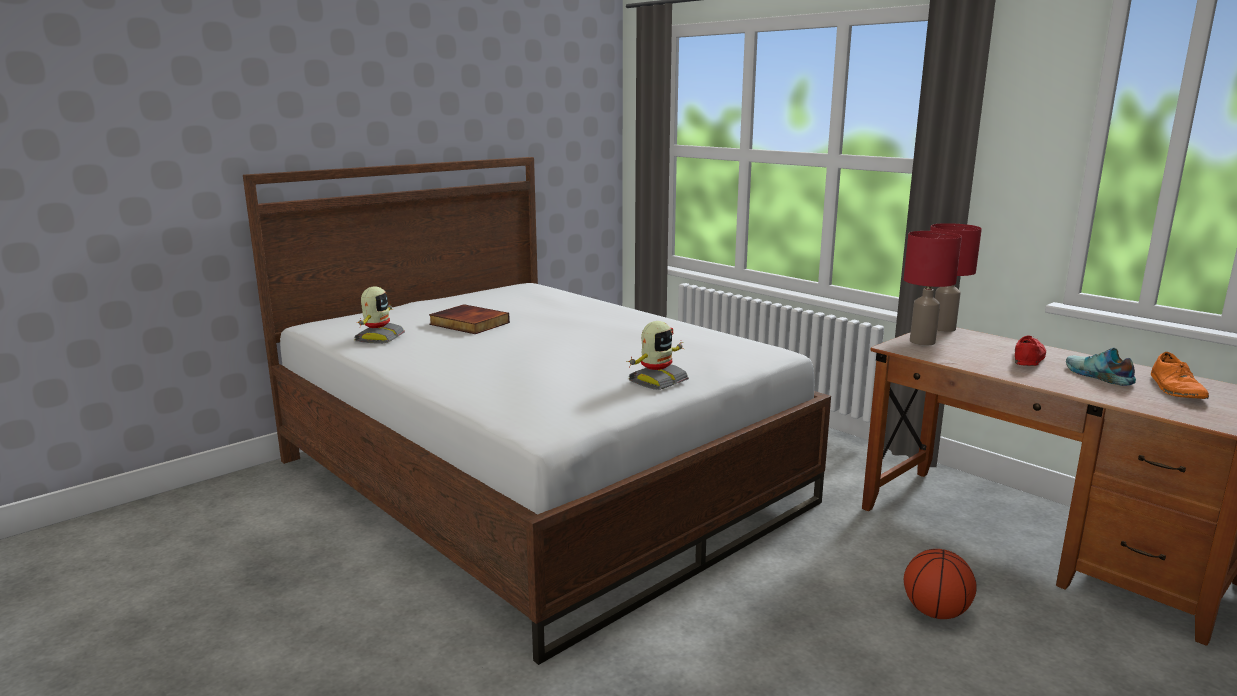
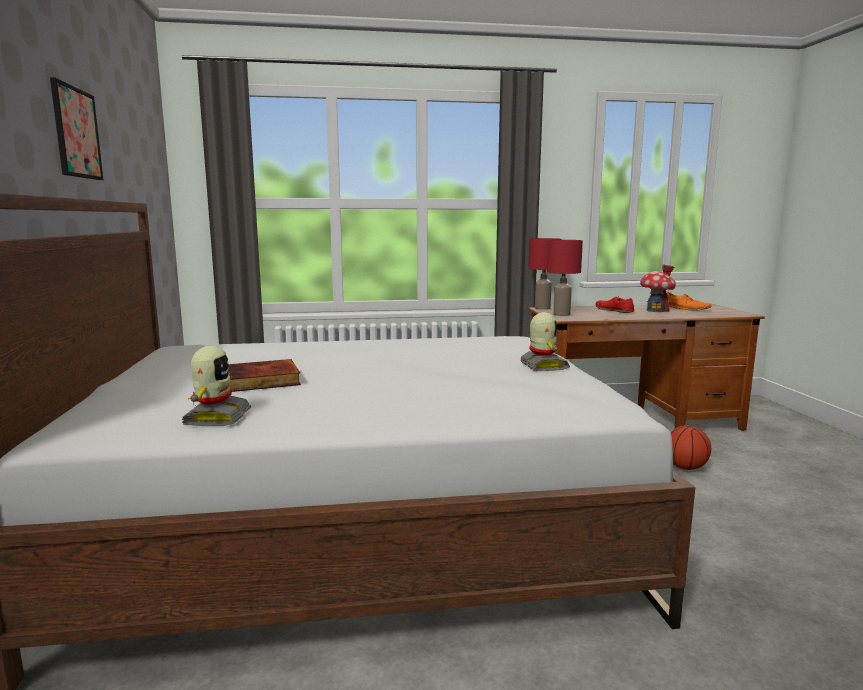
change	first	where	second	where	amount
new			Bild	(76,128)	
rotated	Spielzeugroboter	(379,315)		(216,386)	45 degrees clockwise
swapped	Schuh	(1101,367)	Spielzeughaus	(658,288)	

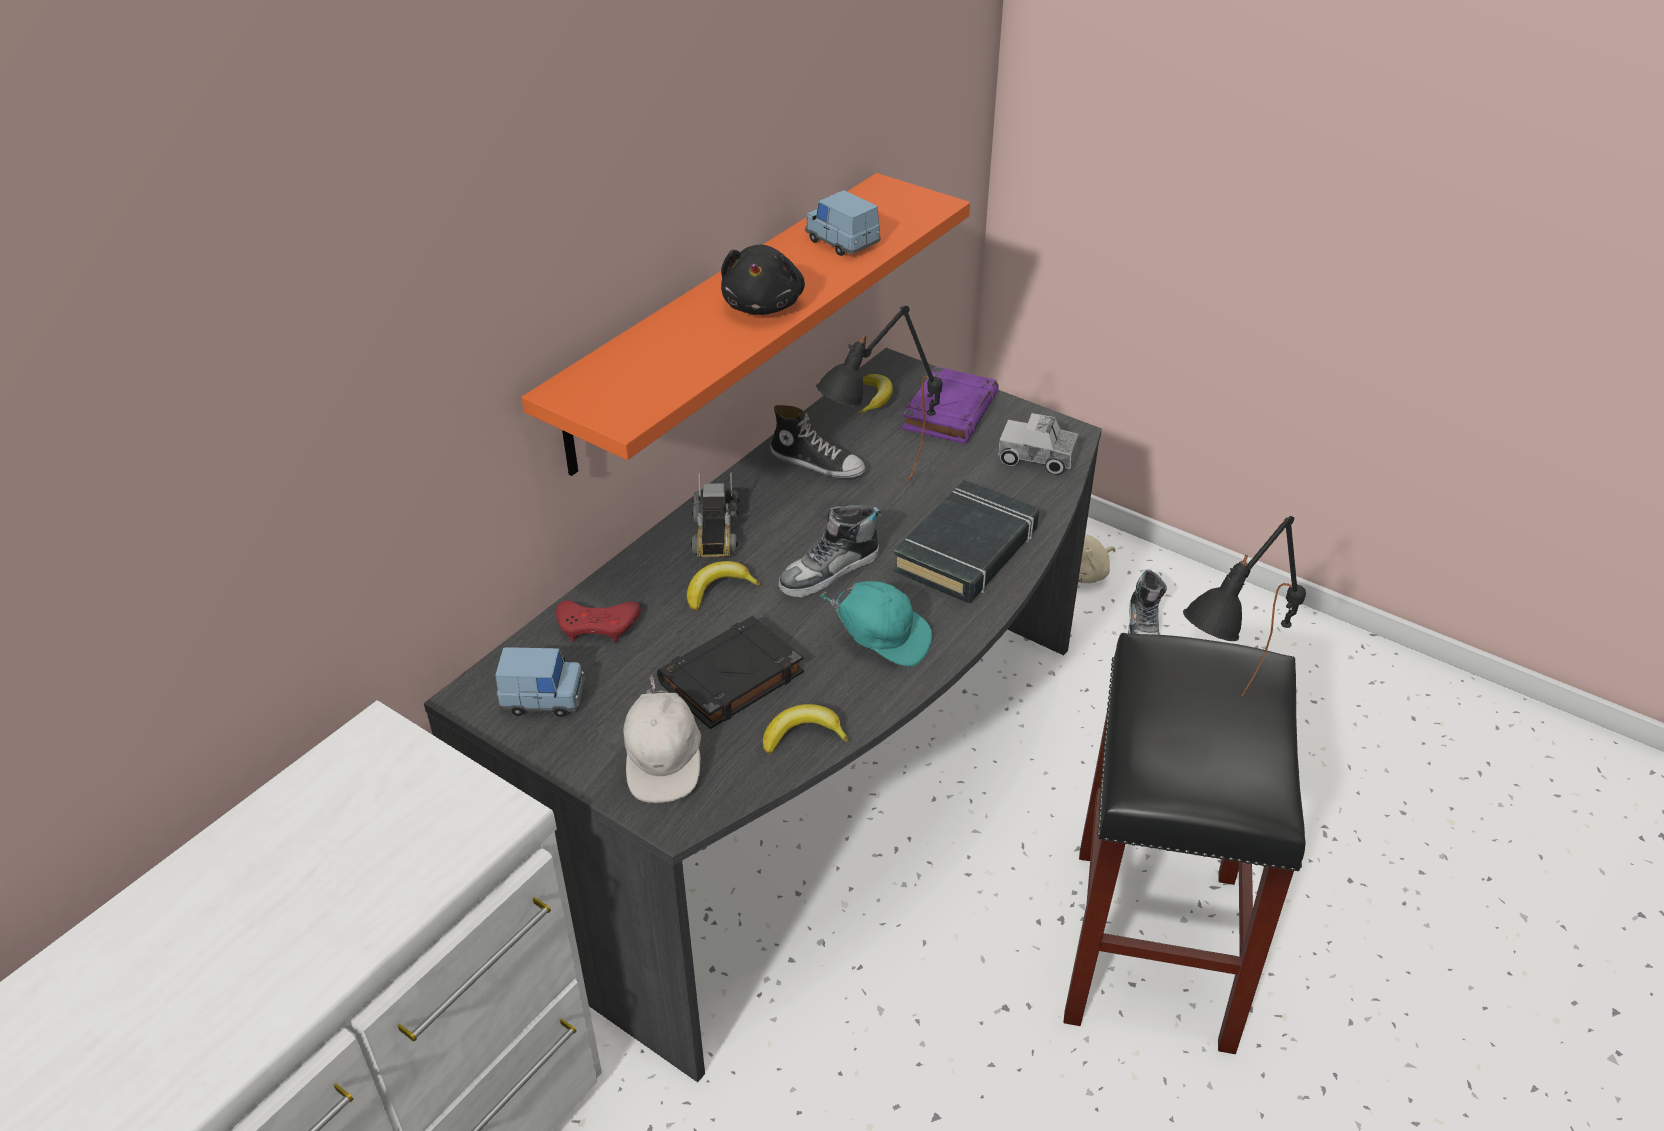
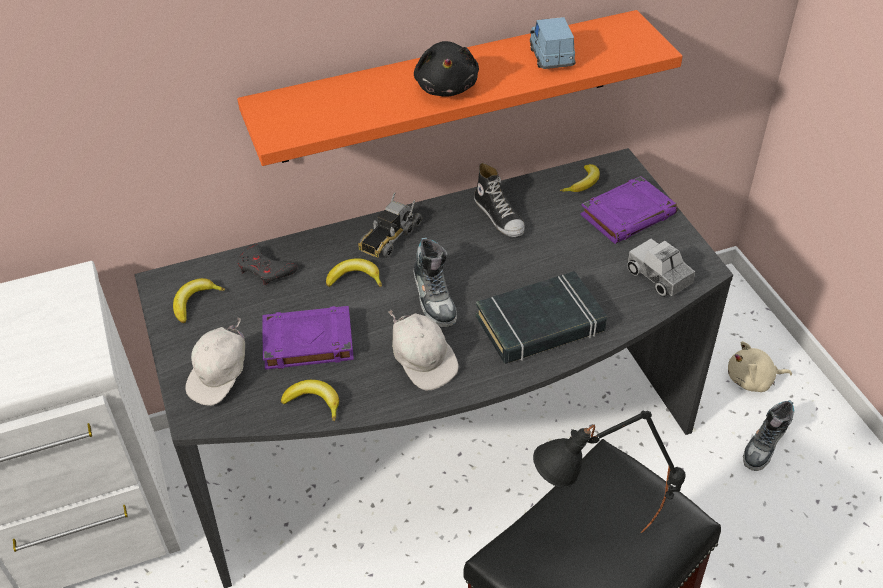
change	first	where	second	where	amount
swapped	Spielzeugauto (blau)	(540,682)	Banane	(199,300)	
repainted	Gamepad (rot)	(598,621)	Gamepad (grau)	(267,264)	
repainted	Buch (schwarz)	(730,672)	Buch (lila)	(308,338)	
repainted	Kappe (türkis)	(876,623)	Kappe (weiß)	(423,350)	
rotated	Plüschtier (schwarz)	(763,280)		(446,69)	45 degrees counterclockwise
rotated	Schuh	(830,551)		(435,282)	105 degrees counterclockwise
gone	Tischlampe (schwarz)	(879,393)			

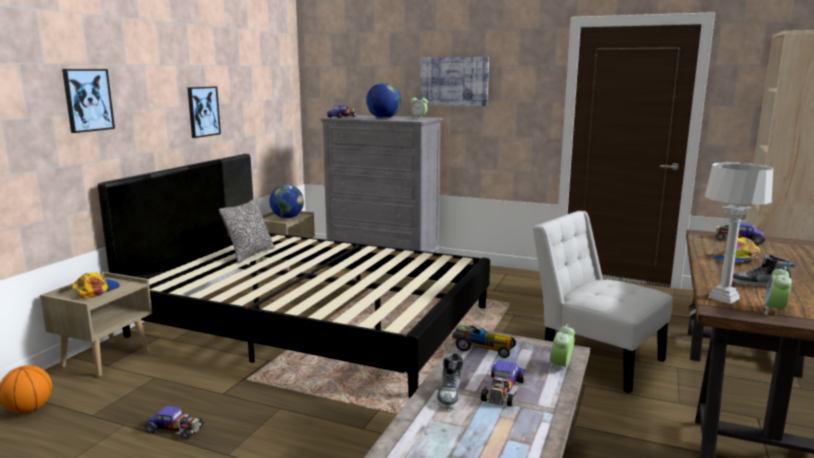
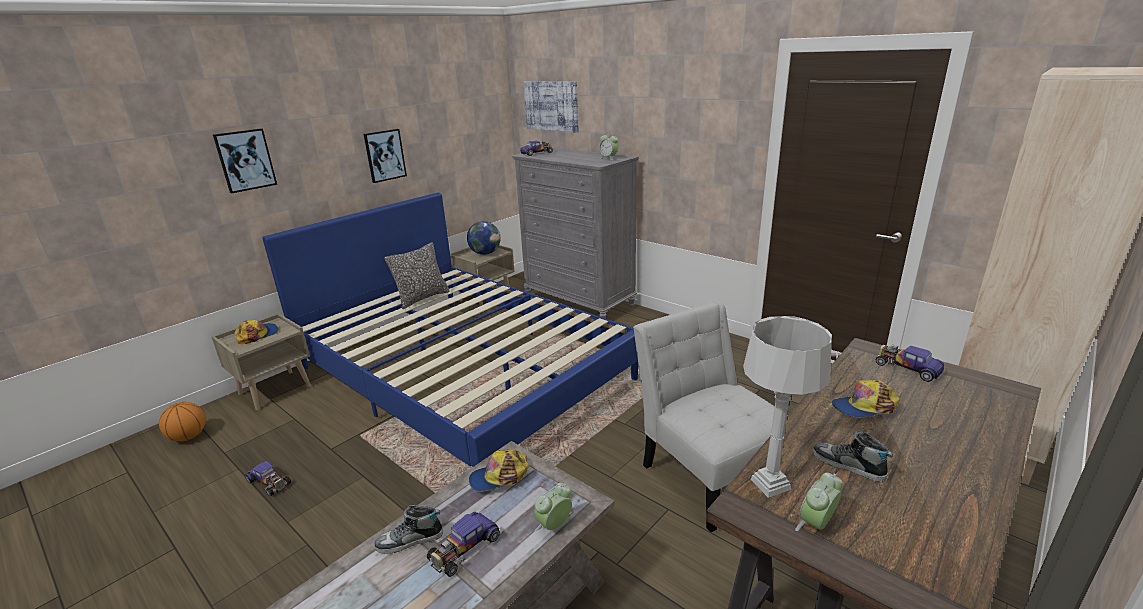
change	first	where	second	where	amount
repainted	Bett (schwarz)	(294,276)	Bett (blau)	(450,330)	
rotated	Schuh	(450,381)		(408,529)	45 degrees clockwise
swapped	Spielzeugauto	(484,341)	Kappe	(499,470)	
shifted	Bild	(454,81)		(551,107)	
gone	Globus	(383,101)			

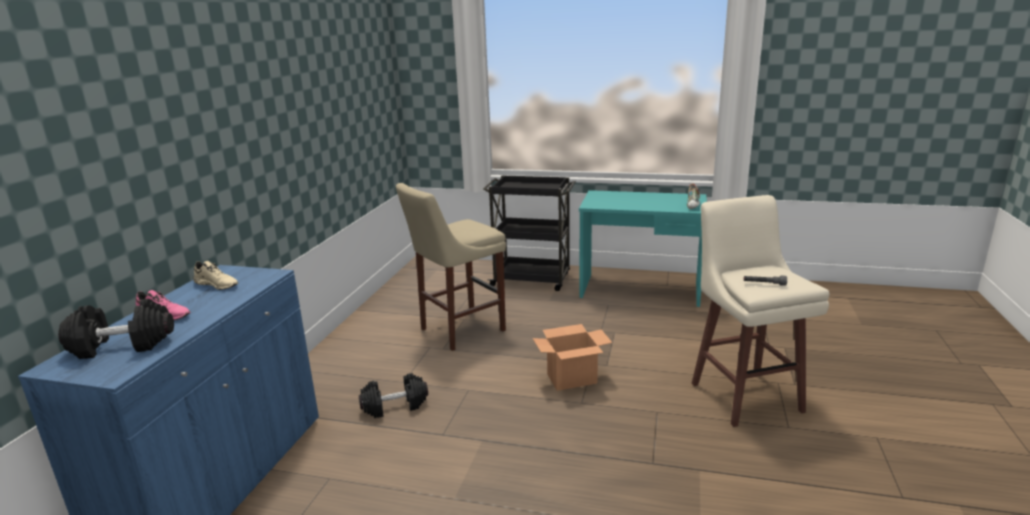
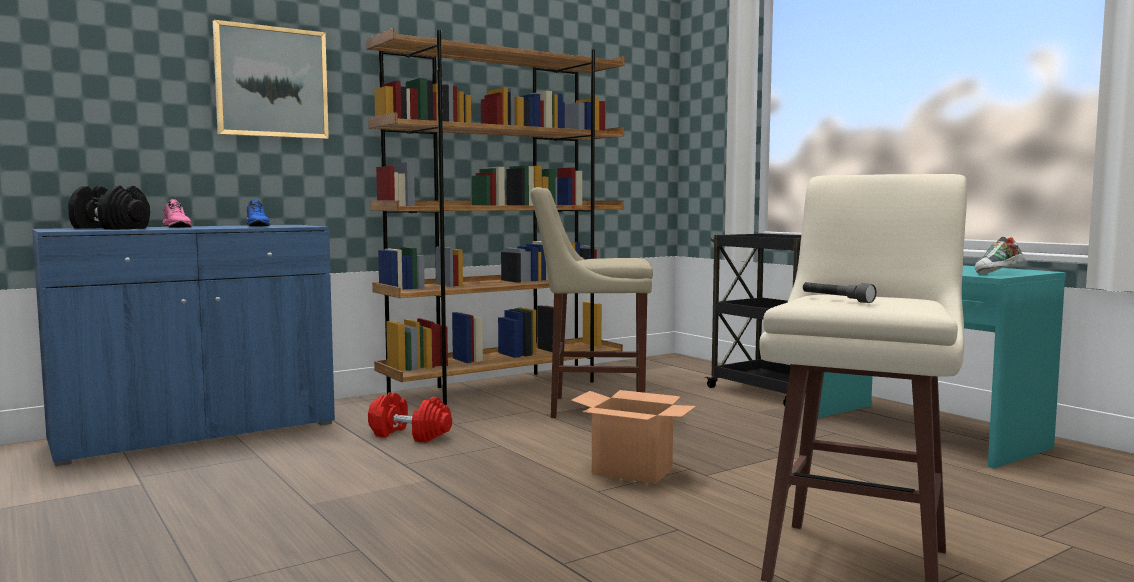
change	first	where	second	where	amount
new			Bild	(271,79)	
repainted	Schuh (beige)	(215,275)	Schuh (blau)	(258,212)	
new			Bücherregal (braun)	(495,216)	
repainted	Hantel (schwarz)	(393,395)	Hantel (rot)	(410,418)	

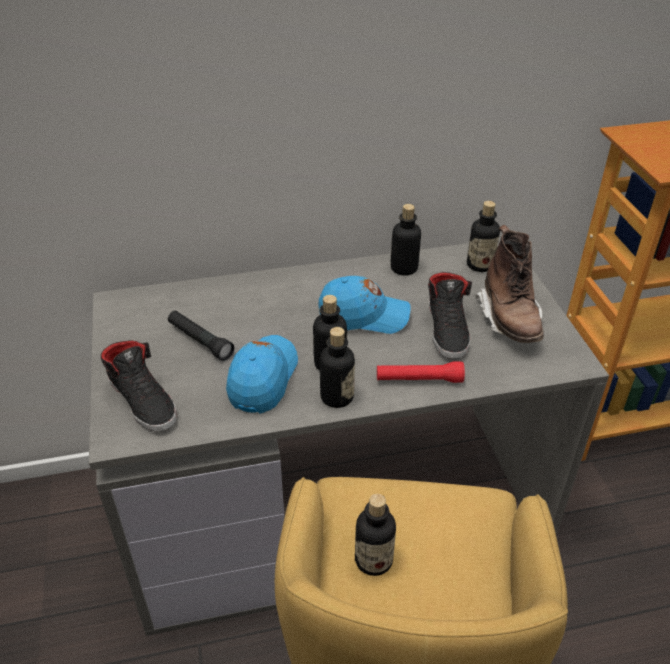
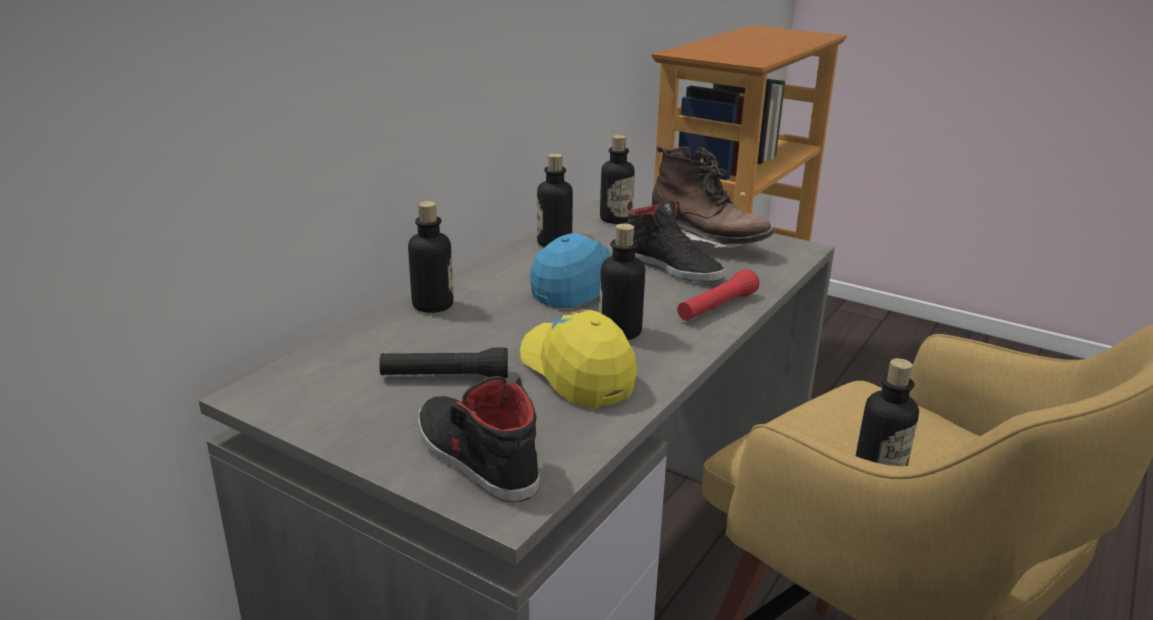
change	first	where	second	where	amount
shifted	Flasche	(337,367)		(430,257)	
rotated	Schuh (schwarz)	(138,386)		(478,439)	135 degrees counterclockwise
repainted	Kappe (blau)	(262,374)	Kappe (gelb)	(578,358)	

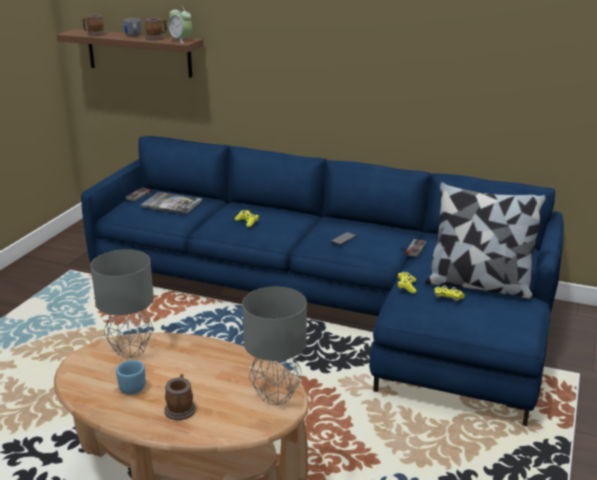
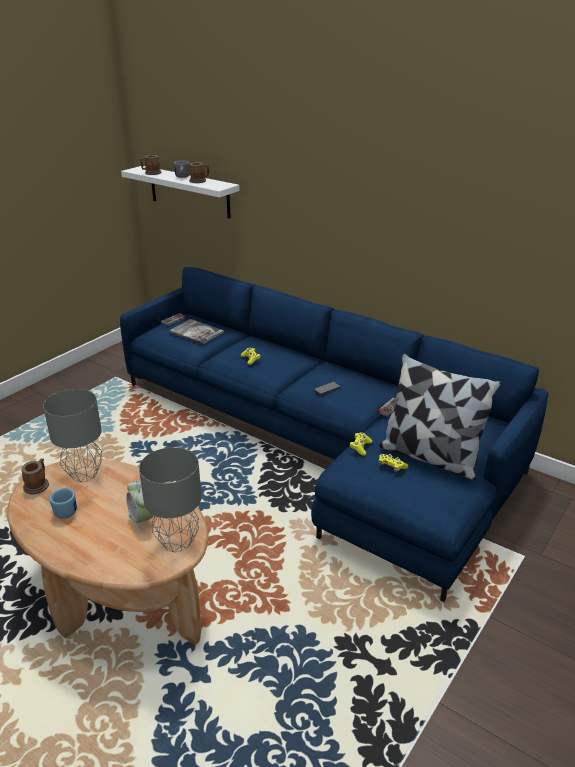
change	first	where	second	where	amount
shifted	Henkelbecher	(180,397)		(35,476)	
repainted	Wandregal (braun)	(130,53)	Wandregal (weiß)	(180,192)	
shifted	Wecker	(180,24)		(139,506)	

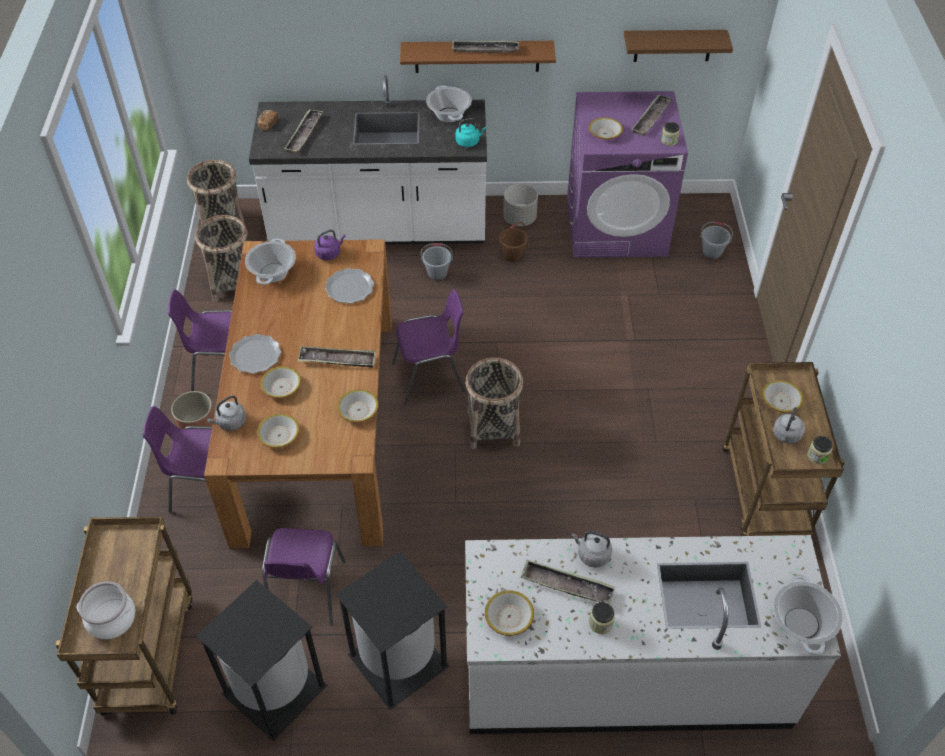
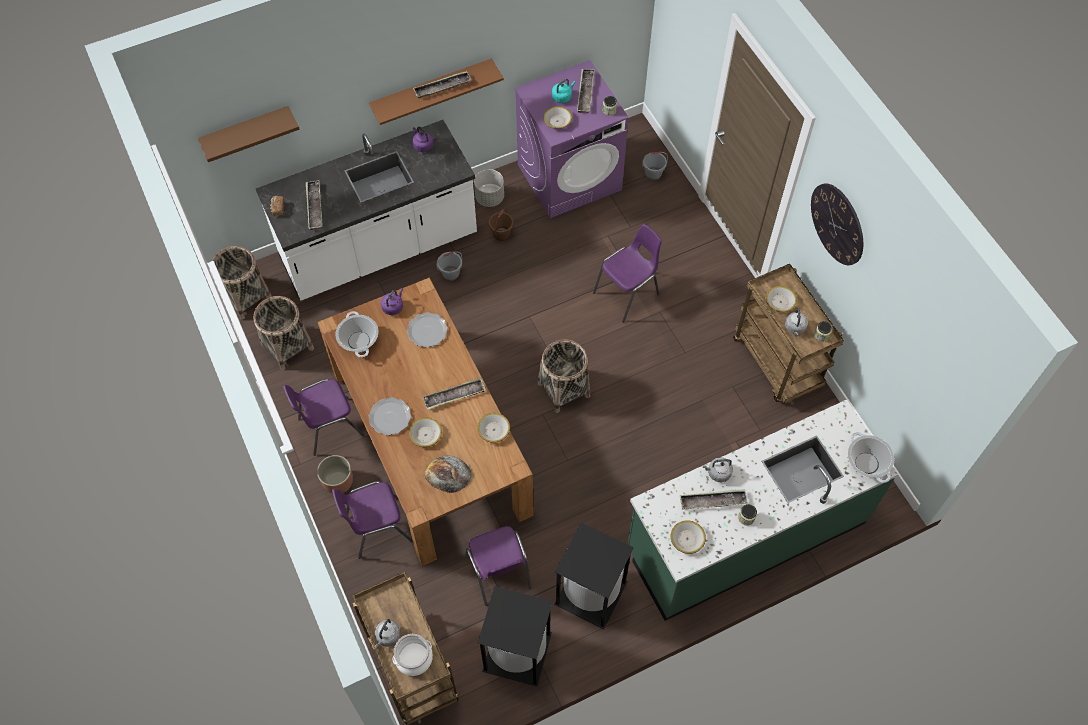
change	first	where	second	where	amount
shifted	Wandregal (braun)	(678,46)		(249,134)	
shifted	Wasserkessel (grau)	(226,413)		(387,633)	
swapped	Kochtopf	(449,103)	Wasserkessel (lila)	(423,139)	
swapped	Schüssel	(278,431)	Brot	(448,474)	
shifted	Wasserkessel (türkis)	(470,132)		(563,91)	
shifted	Stuhl (lila)	(428,347)		(627,273)	
repainted	Küchenzeile (weiß)	(653,634)	Küchenzeile (grün)	(762,510)	
new			Wanduhr	(837,224)	

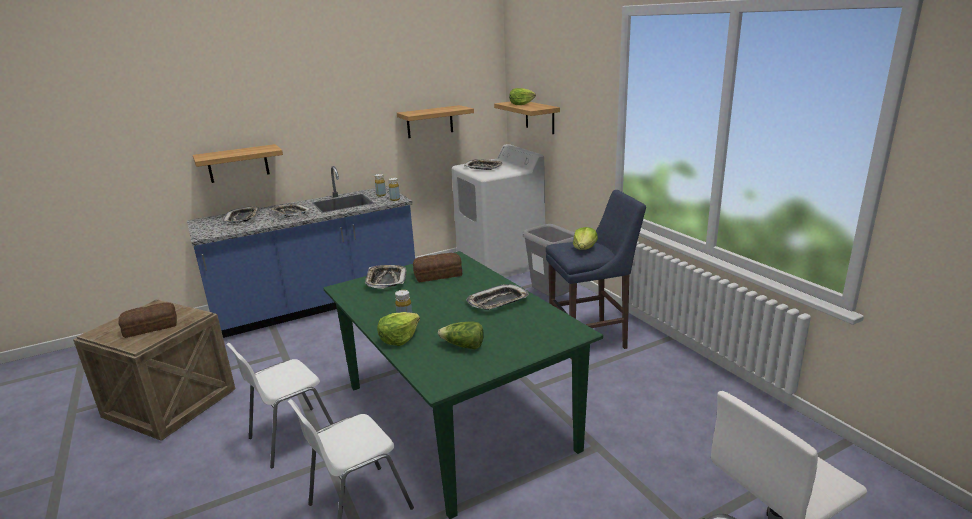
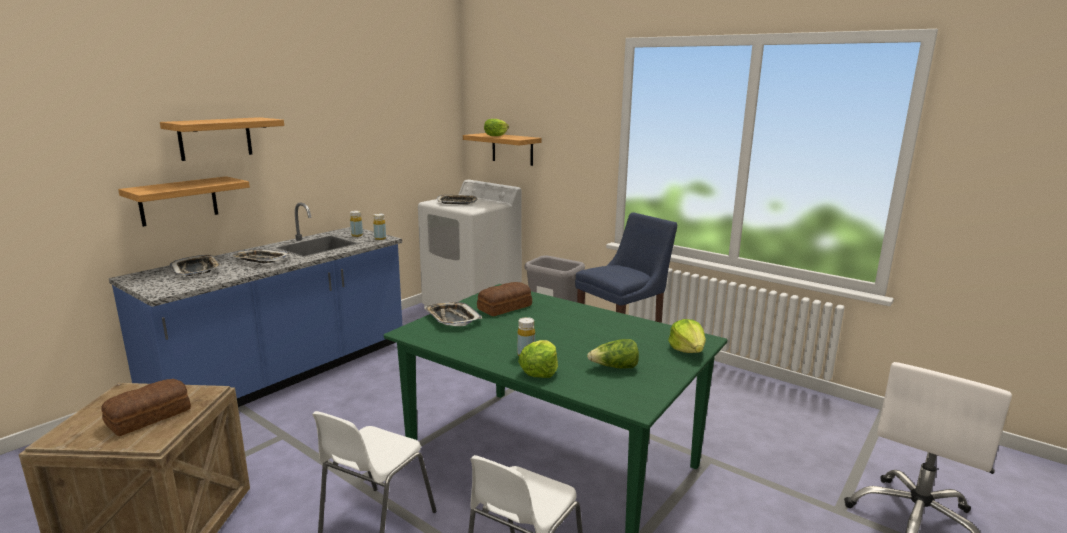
change	first	where	second	where	amount
shifted	Wandregal	(435,121)		(222,139)	
shifted	Salatkopf	(585,238)		(687,336)	
gone	Tablett	(497,297)			

